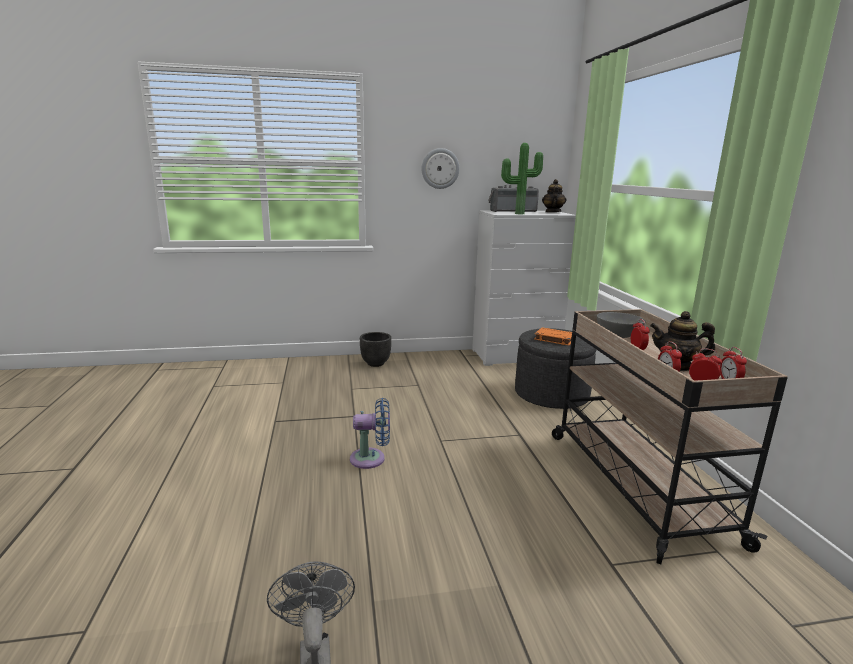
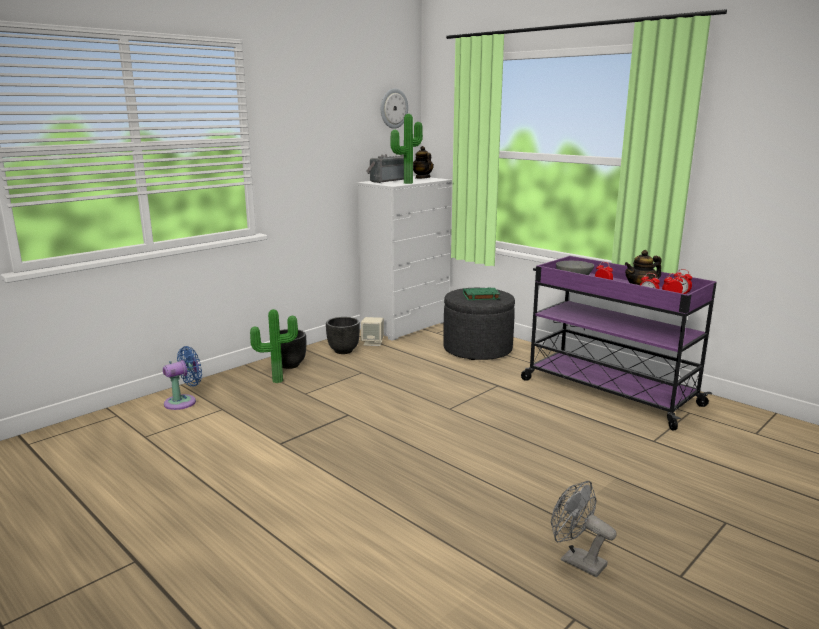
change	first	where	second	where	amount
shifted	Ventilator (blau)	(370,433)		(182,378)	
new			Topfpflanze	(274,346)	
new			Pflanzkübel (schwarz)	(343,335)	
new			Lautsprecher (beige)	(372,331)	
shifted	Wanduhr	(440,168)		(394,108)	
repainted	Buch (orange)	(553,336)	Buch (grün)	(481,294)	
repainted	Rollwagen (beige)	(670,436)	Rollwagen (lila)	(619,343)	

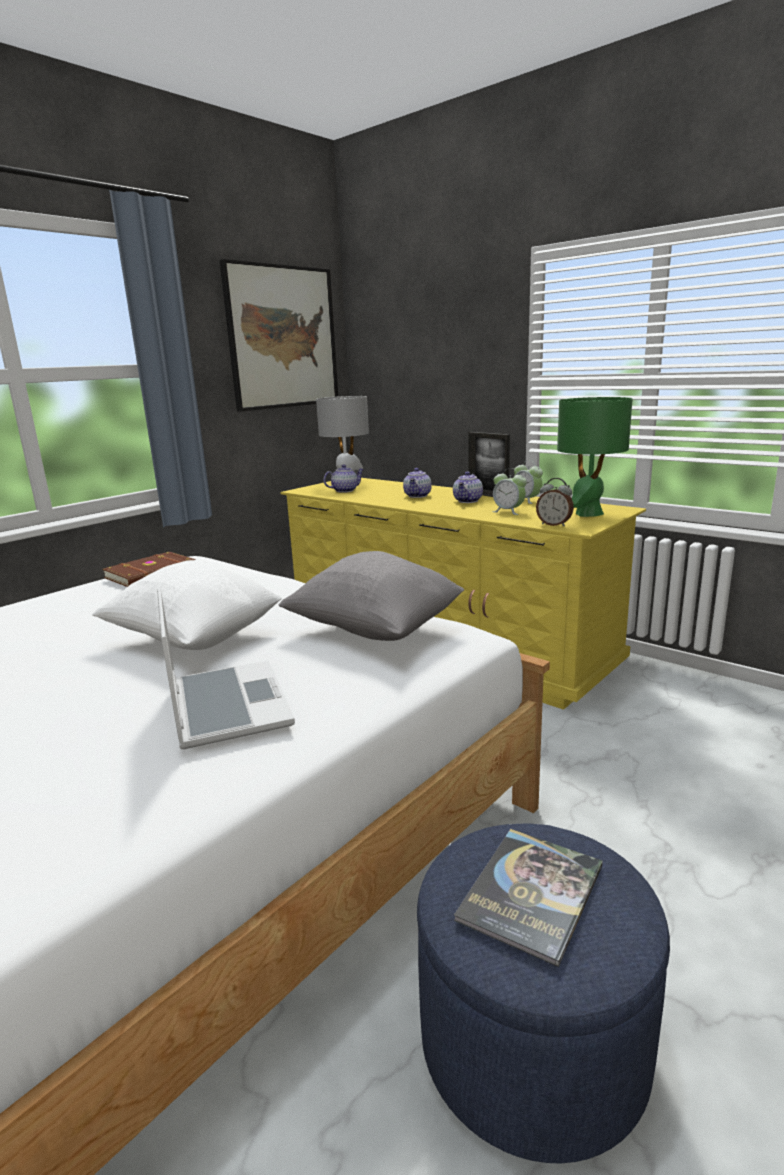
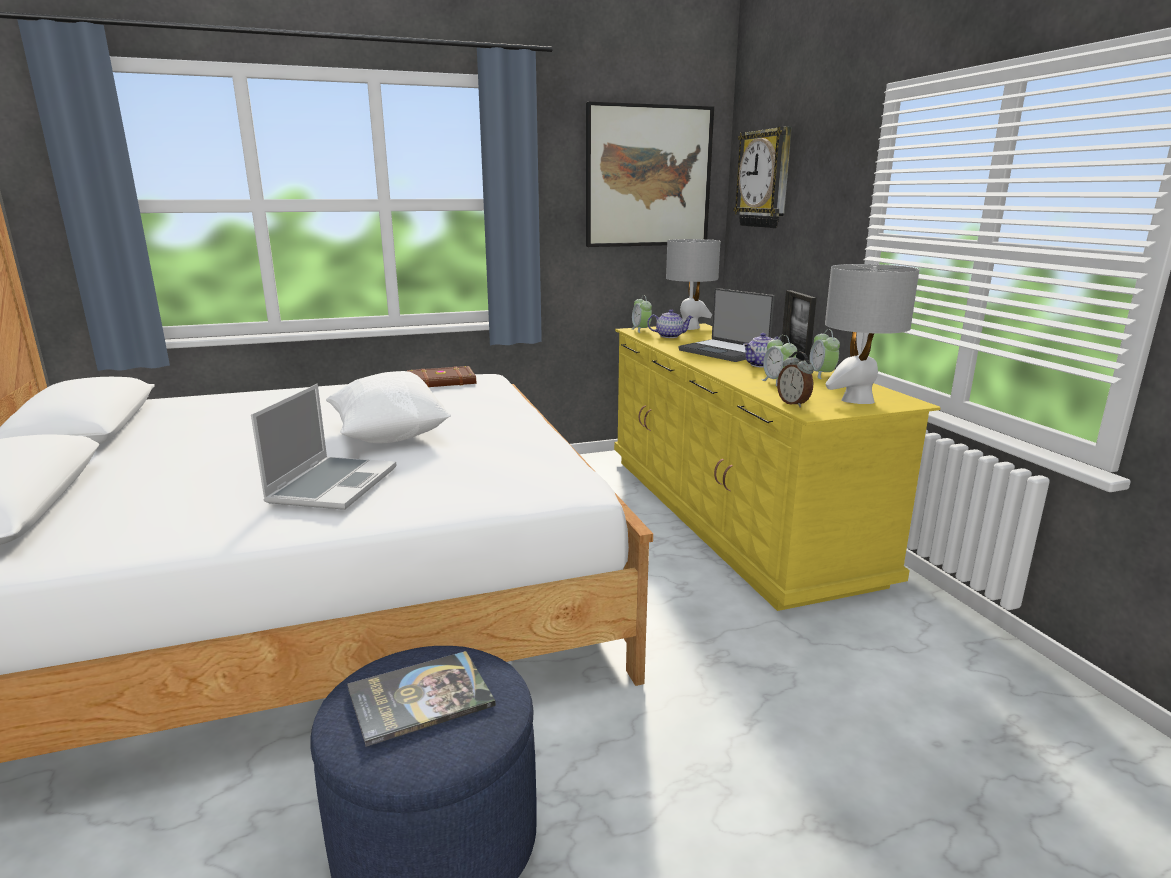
change	first	where	second	where	amount
new			Wecker	(642,314)	
swapped	Teekanne	(417,483)	Laptop	(727,325)	
new			Wanduhr	(762,177)	
repainted	Tischlampe (grün)	(595,457)	Tischlampe (grau)	(872,334)	
gone	Kissen (grau)	(371,596)			

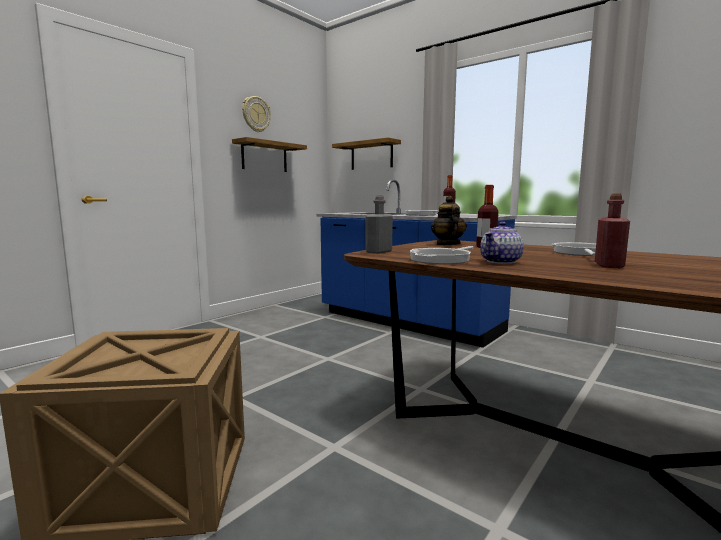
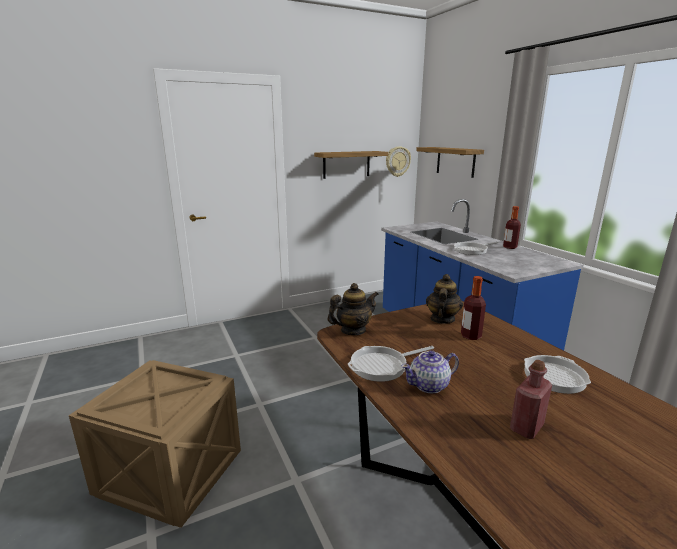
change	first	where	second	where	amount
swapped	Flasche (grau)	(379,224)	Teekanne	(353,309)	
shifted	Wanduhr	(256,114)		(398,161)	

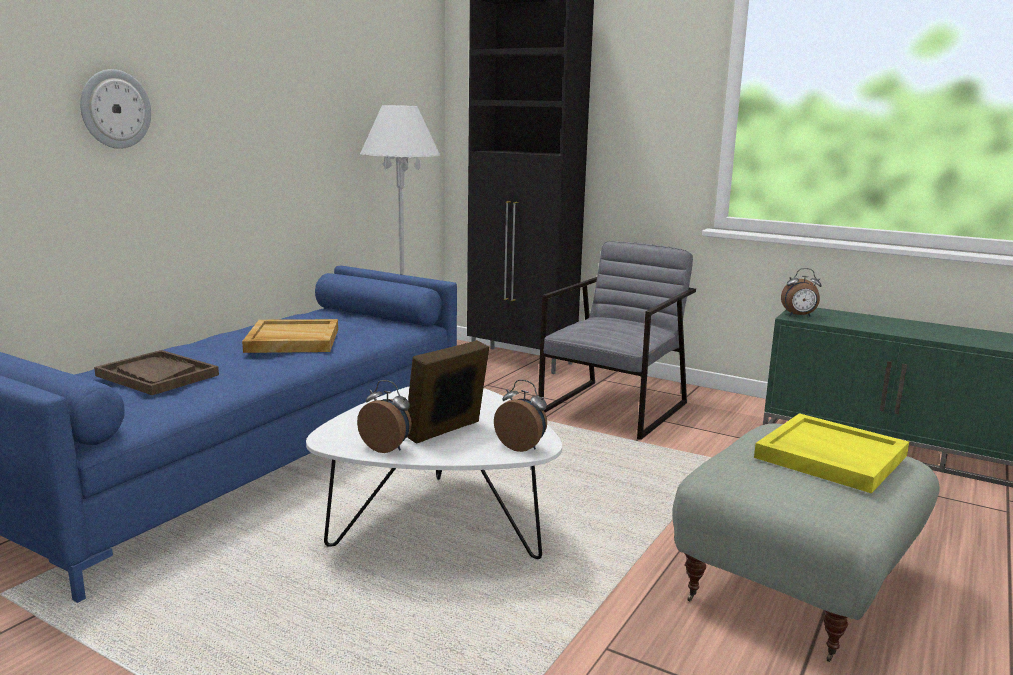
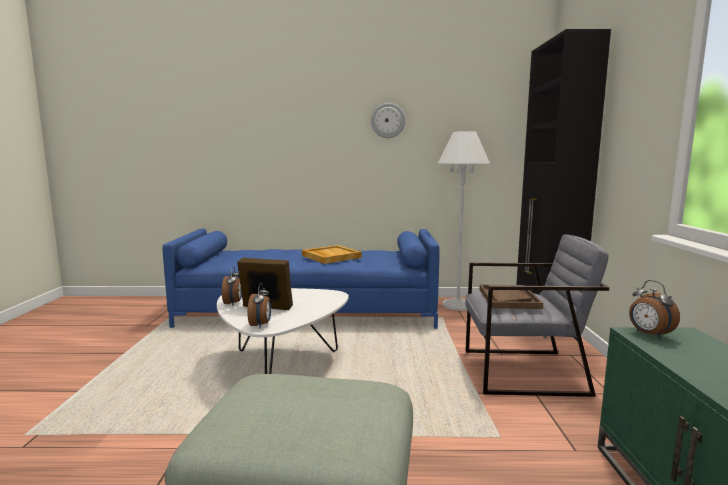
change	first	where	second	where	amount
shifted	Wanduhr	(115,109)		(388,120)	
shifted	Tablett (braun)	(156,372)		(511,297)	
gone	Tablett (gelb)	(831,453)			

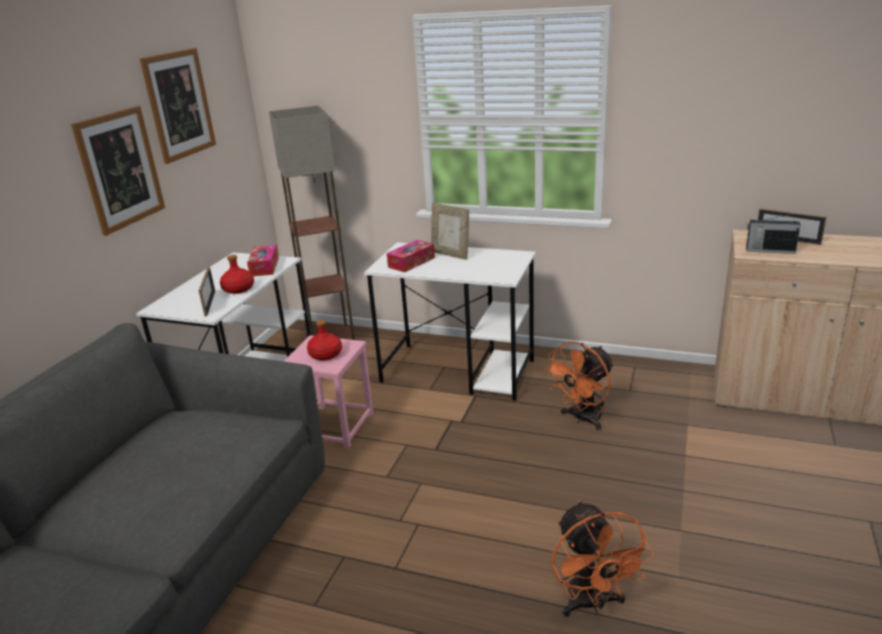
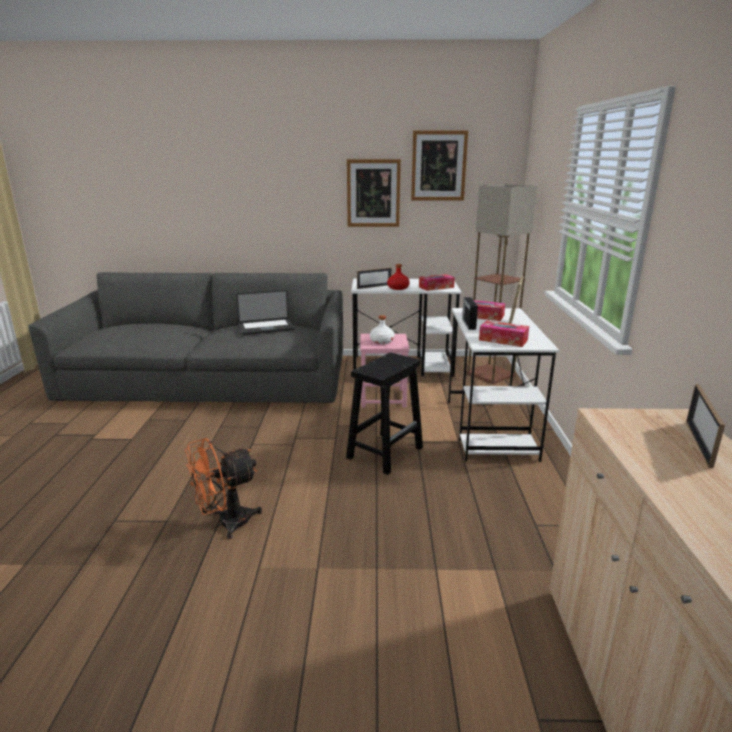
change	first	where	second	where	amount
new			Laptop	(265,312)	
new			Hocker (schwarz)	(384,413)	
repainted	Flasche (rot)	(324,340)	Flasche (weiß)	(382,329)	
shifted	Radio	(773,234)		(470,313)	
new			Taschentuchbox	(504,333)	
gone	Ventilator (orange)	(579,385)			

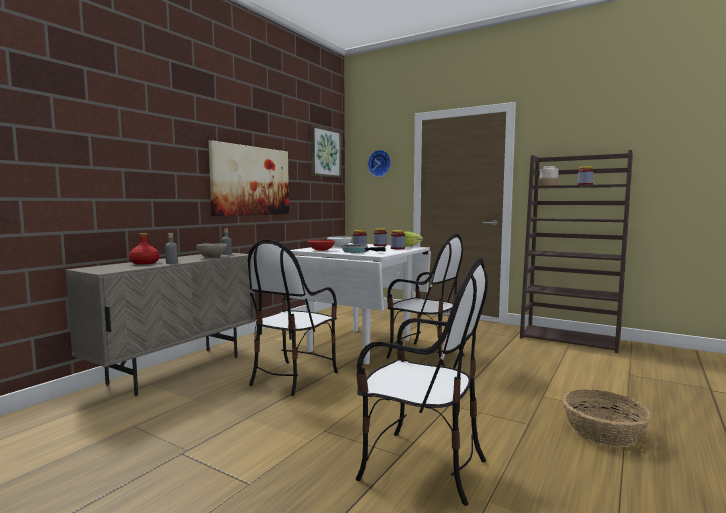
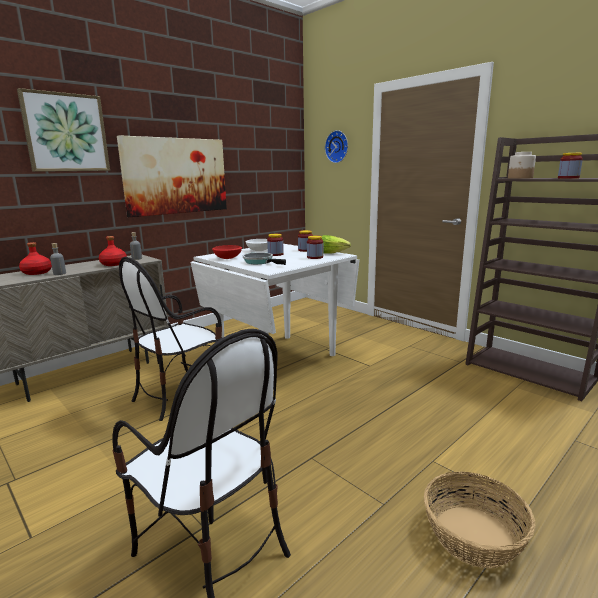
change	first	where	second	where	amount
shifted	Bild	(326,151)		(63,130)	
swapped	Schüssel (beige)	(211,250)	Flasche (rot)	(113,251)	
gone	Stuhl	(425,300)			

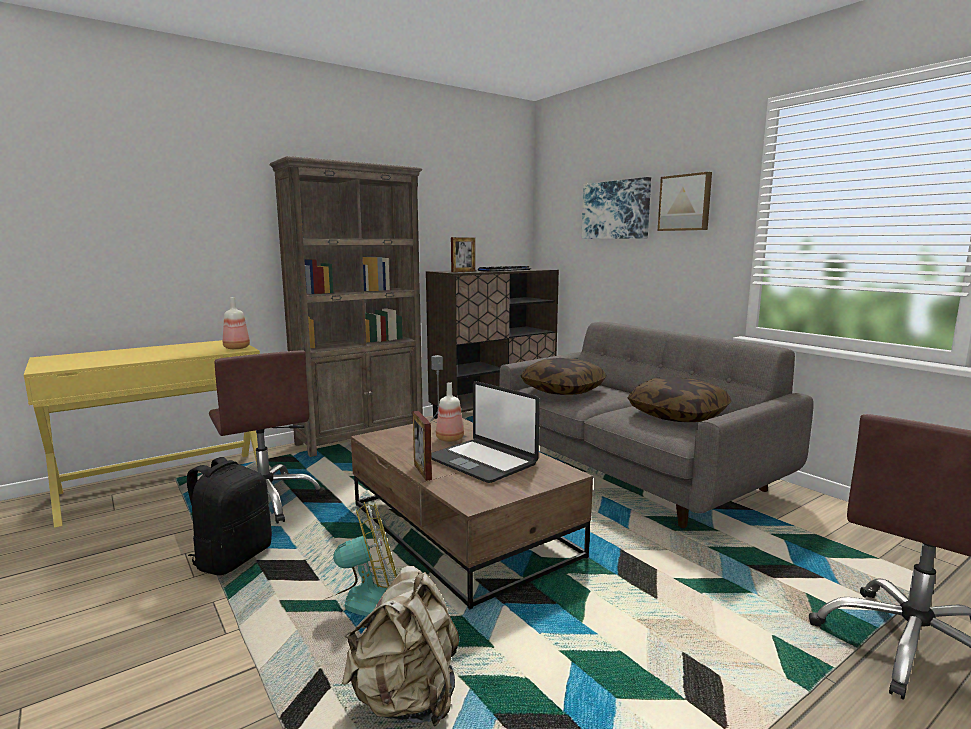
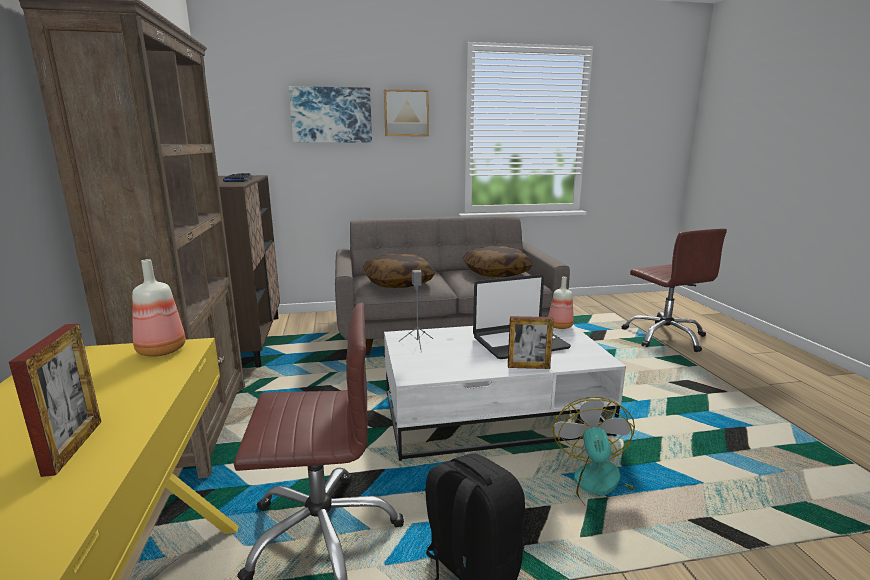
change	first	where	second	where	amount
shifted	Bilderrahmen	(463,254)		(55,400)	
repainted	Couchtisch (braun)	(472,513)	Couchtisch (weiß)	(505,393)	
shifted	Flasche	(450,412)		(561,303)	
gone	Rucksack (beige)	(401,646)			

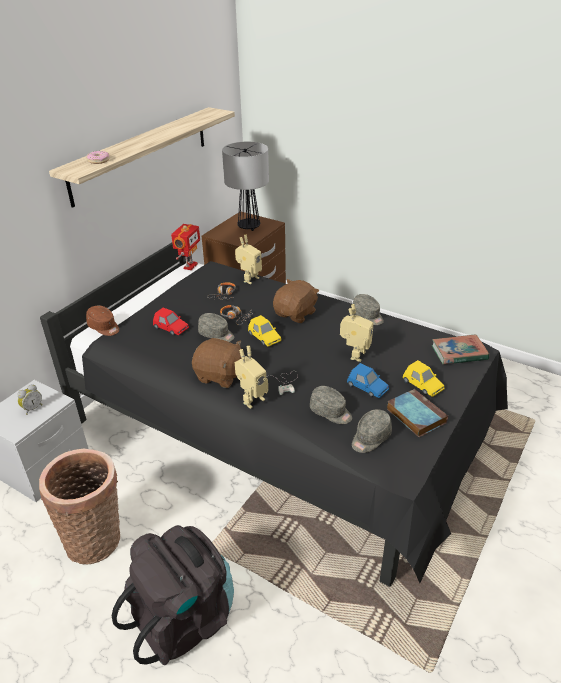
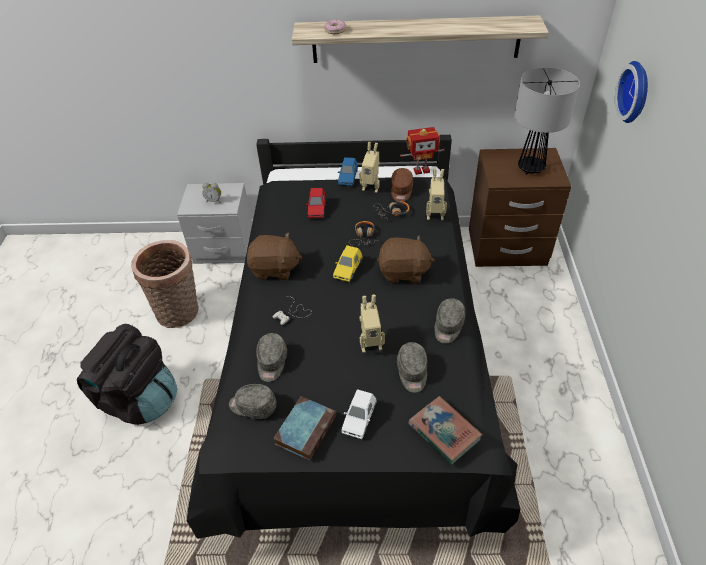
change	first	where	second	where	amount
rotated	Plüschtier (braun)	(216,363)		(274,256)	75 degrees counterclockwise
shifted	Spielzeugauto (blau)	(368,380)		(348,171)	
repainted	Spielzeugauto (gelb)	(424,378)	Spielzeugauto (weiß)	(359,414)	
shifted	Spielzeugroboter	(251,377)		(369,167)	
shifted	Kappe (braun)	(102,321)		(402,185)	
shifted	Kappe (grau)	(216,327)		(412,367)	
new			Wanduhr	(631,92)	

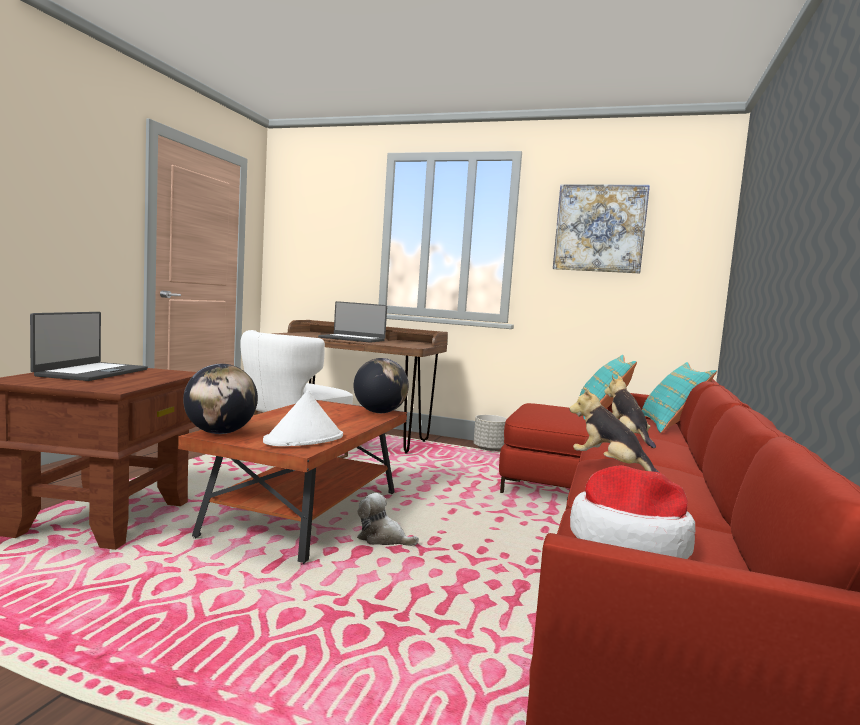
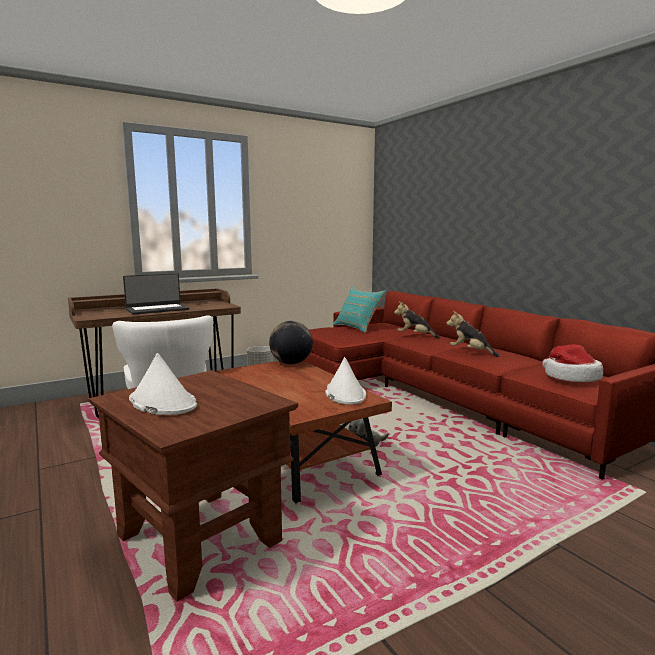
change	first	where	second	where	amount
swapped	Laptop	(89,346)	Hut (weiß)	(163,384)	
rotated	Plüschtier	(614,429)		(473,334)	45 degrees clockwise
gone	Globus	(220,399)			
gone	Bild	(601,228)			
gone	Kissen (türkis)	(679,397)			

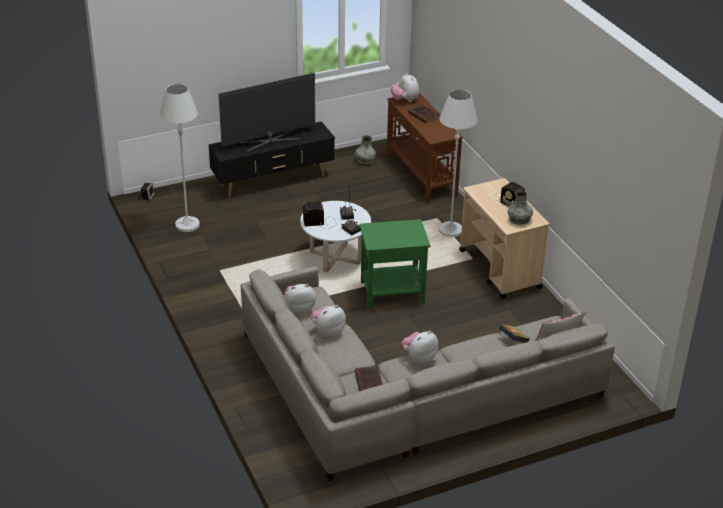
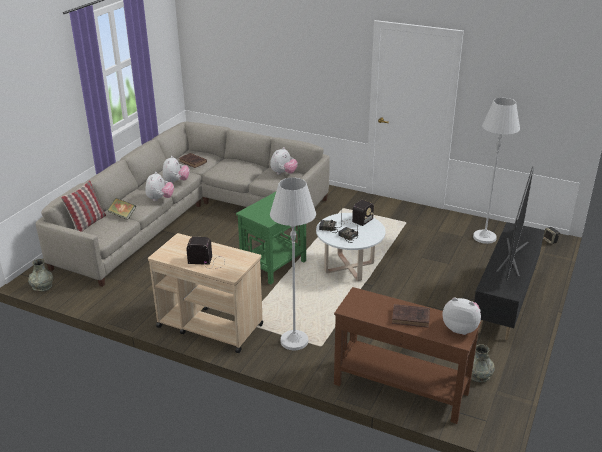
change	first	where	second	where	amount
shifted	Vase (grau)	(520,207)		(40,275)	
shifted	Plüschtier	(328,321)		(159,186)	

